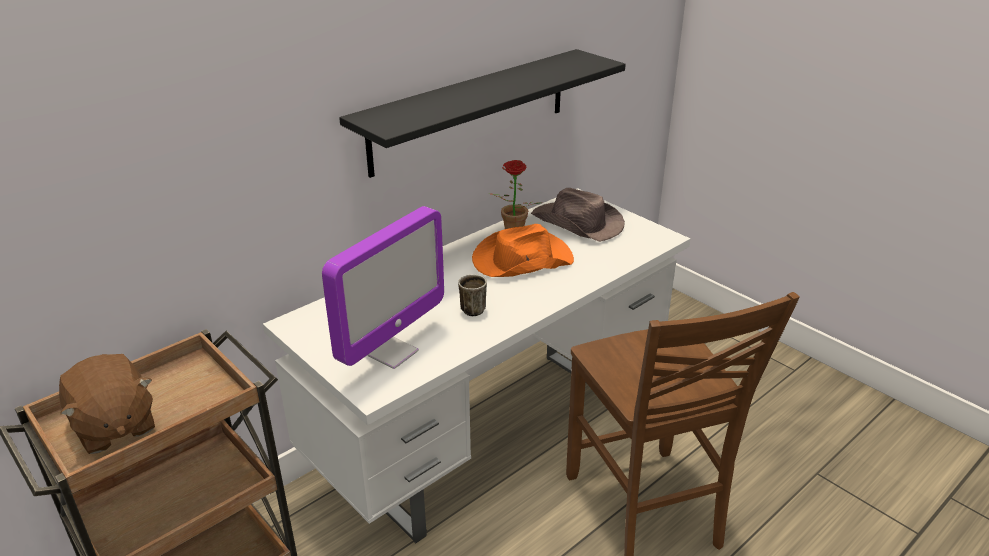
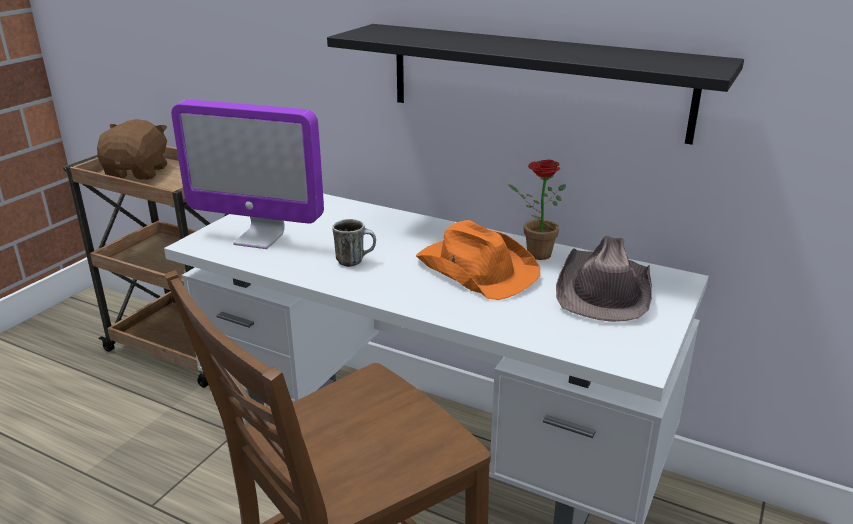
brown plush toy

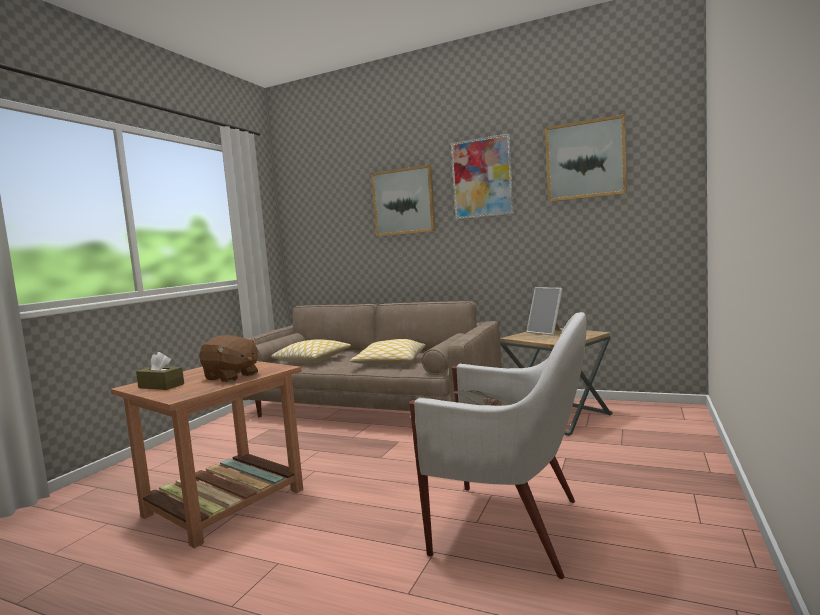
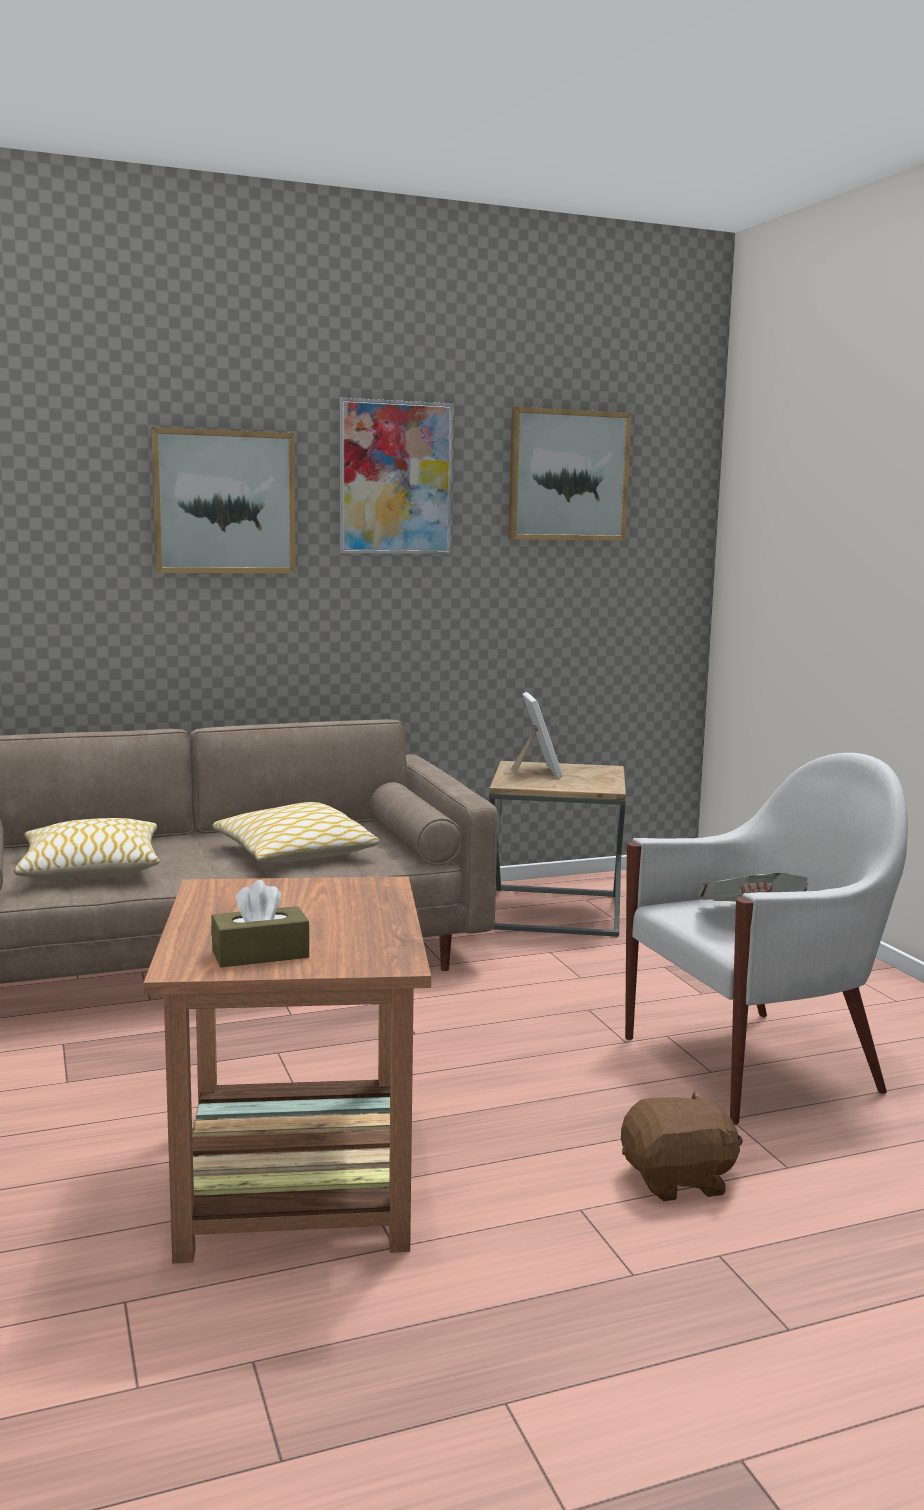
picture frame
brown plush toy

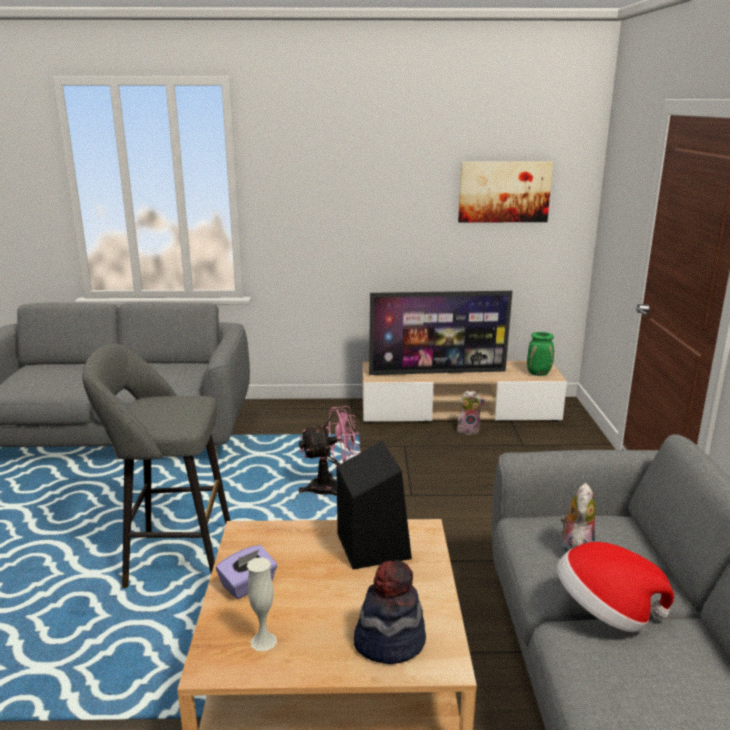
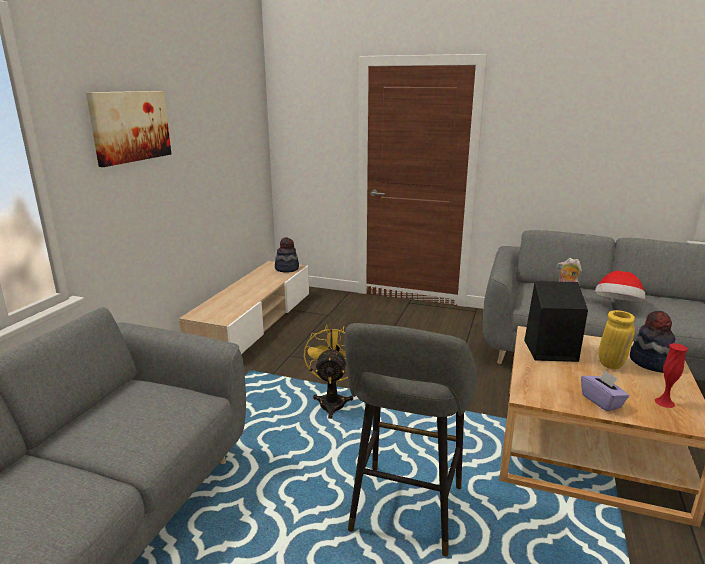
picture
hat (no. 1 from left)
yellow fan
yellow vase
red vase
television
plush toy (no. 1 from left in the first image)

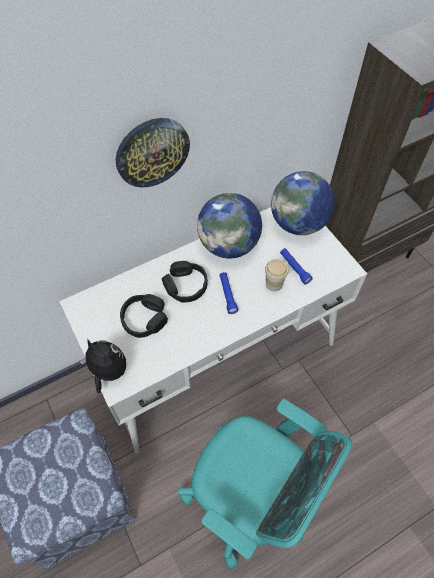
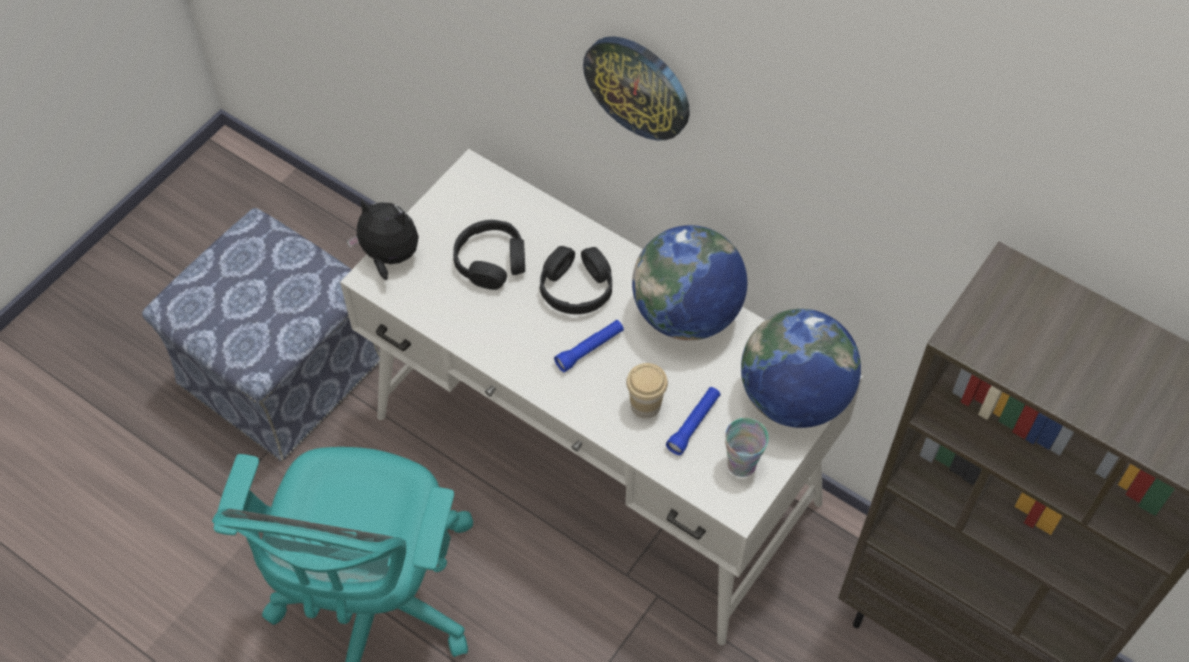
plush toy
cup (no. 2 from left)

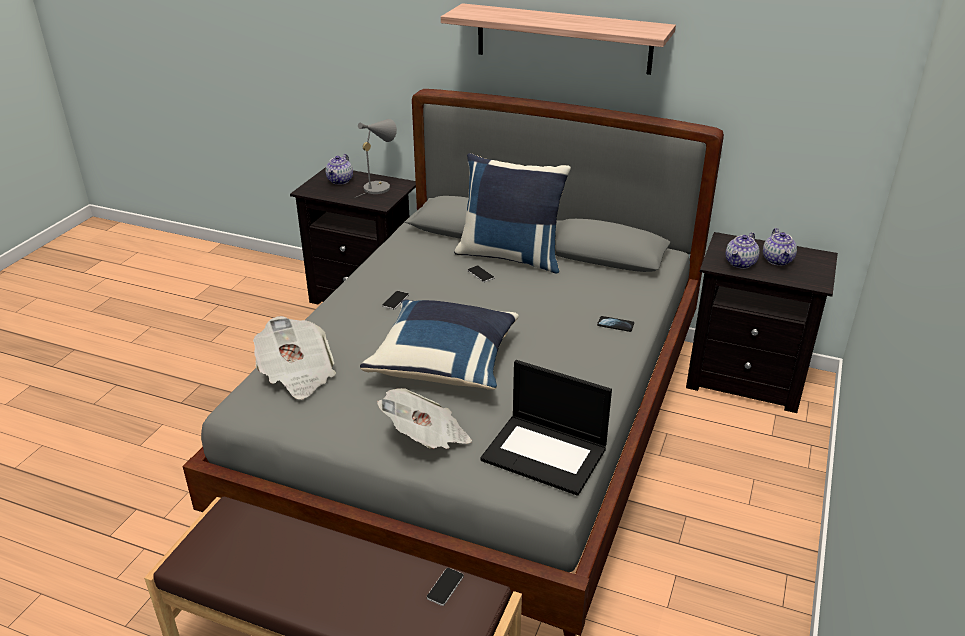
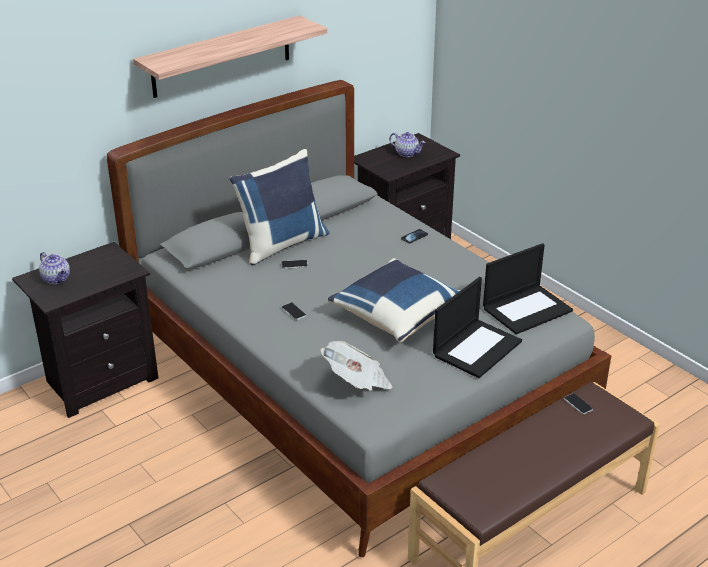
laptop (no. 1 from left)
grey table lamp
teapot (no. 2 from left in the first image)

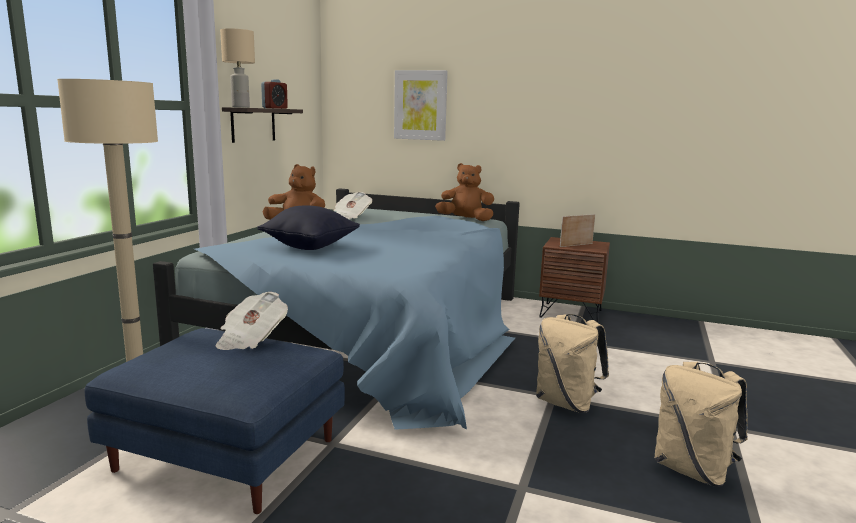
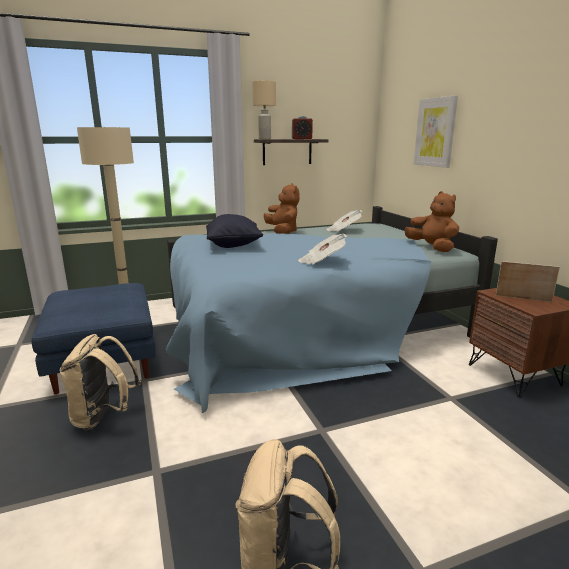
beige backpack (no. 1 from left)
newspaper (no. 1 from left)

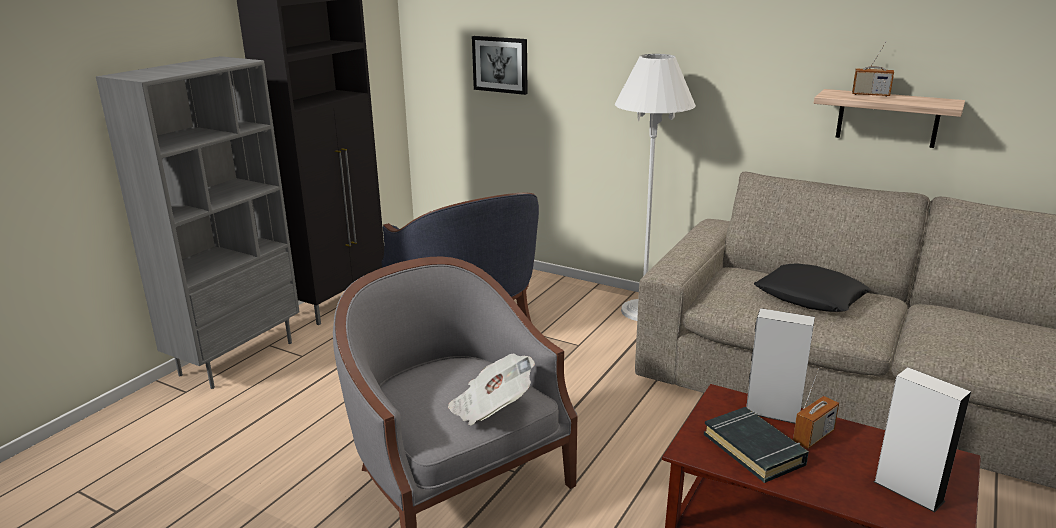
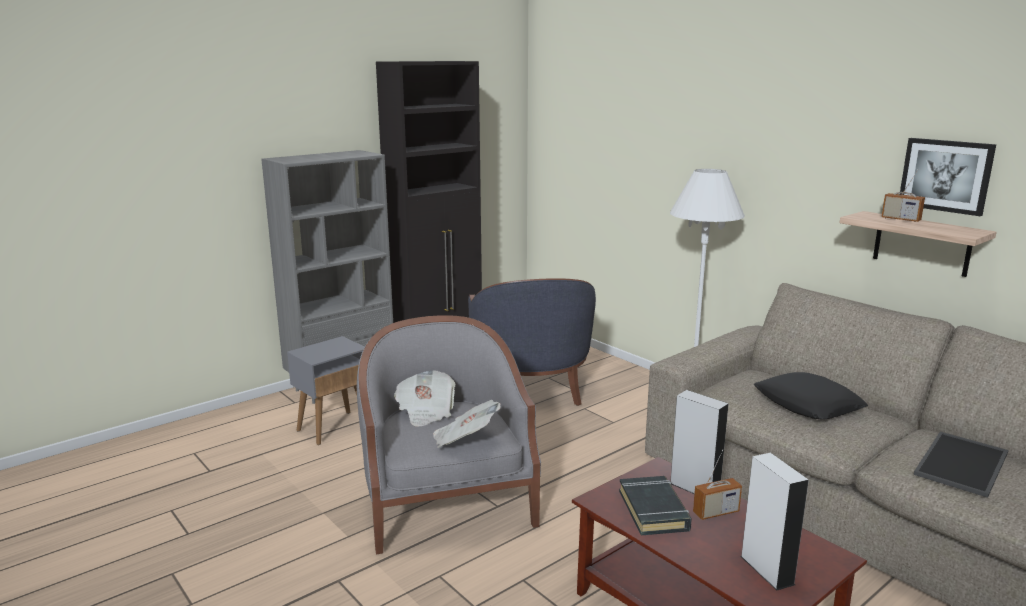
grey side table
newspaper (no. 1 from left)
picture
tray

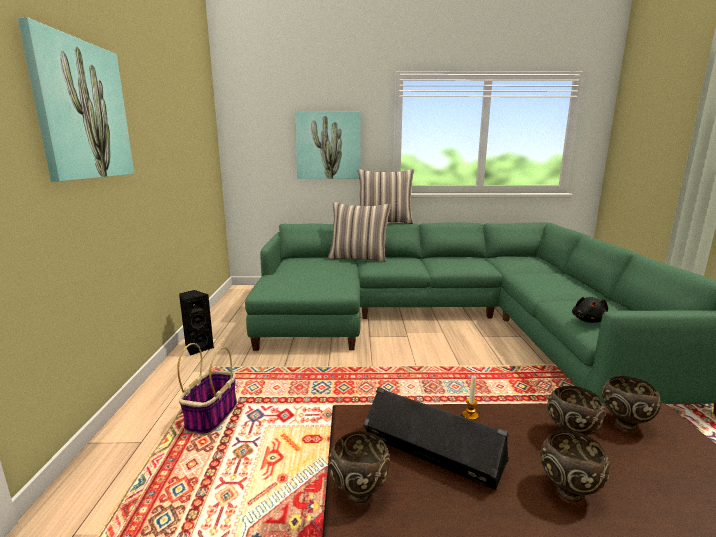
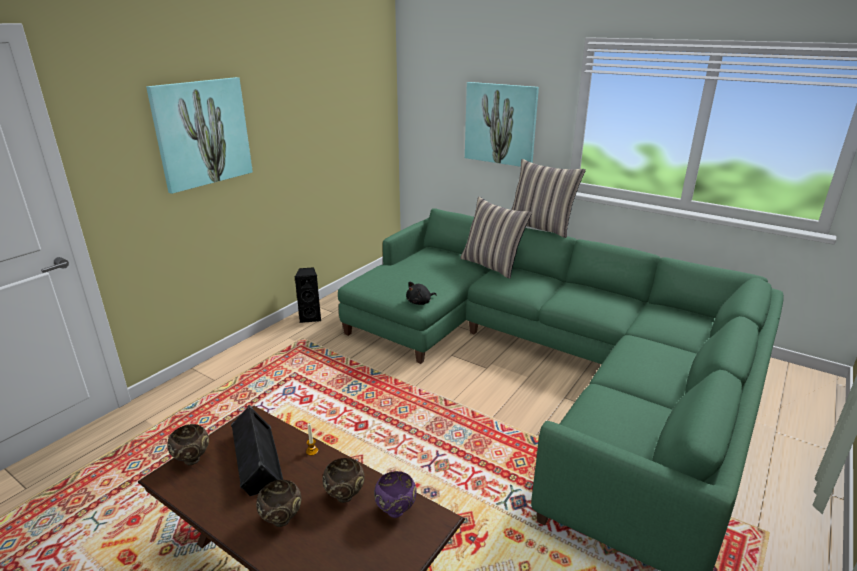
purple bowl
black plush toy
basket

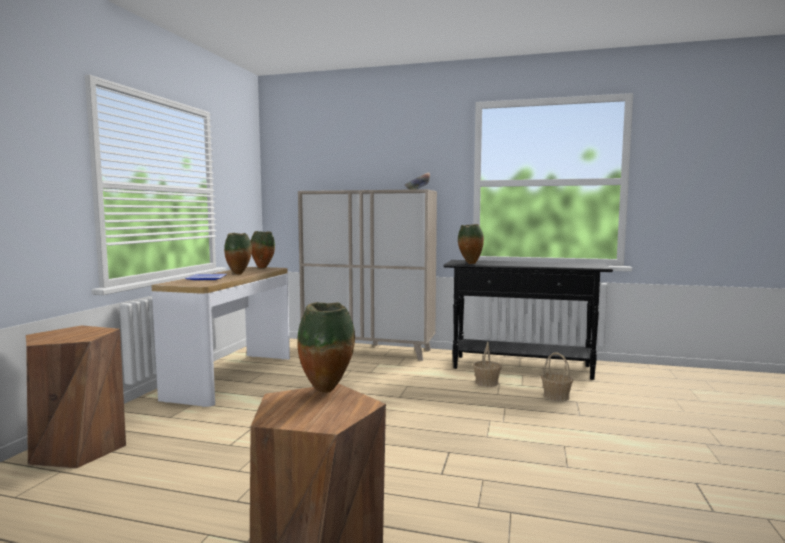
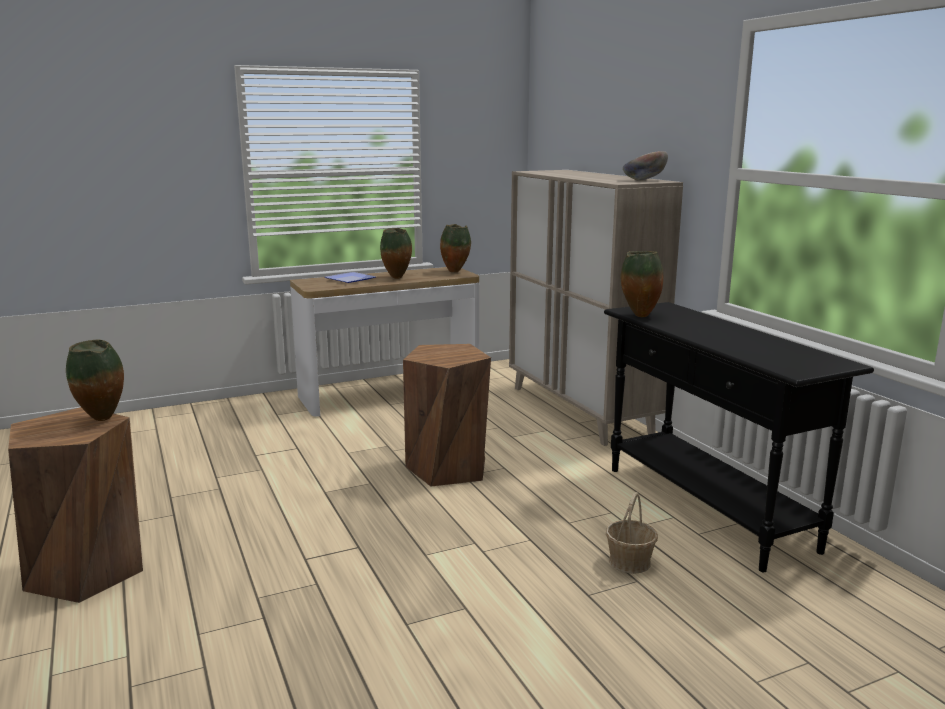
brown stool (no. 2 from left)
basket (no. 1 from left in the first image)

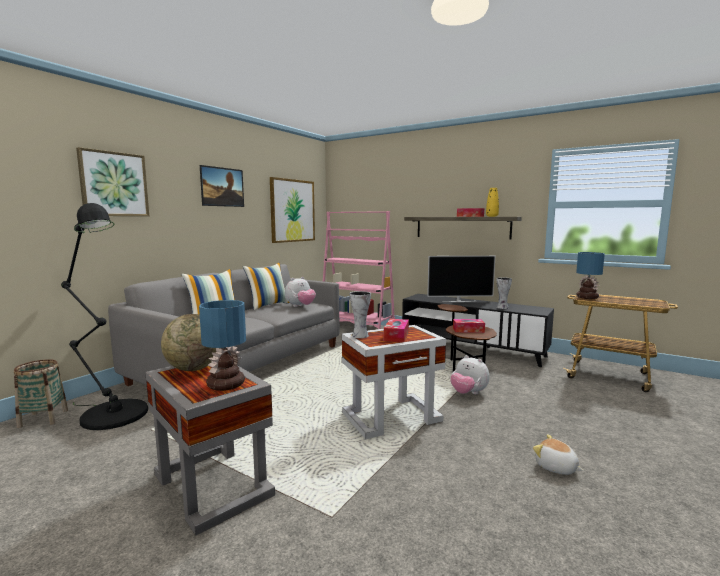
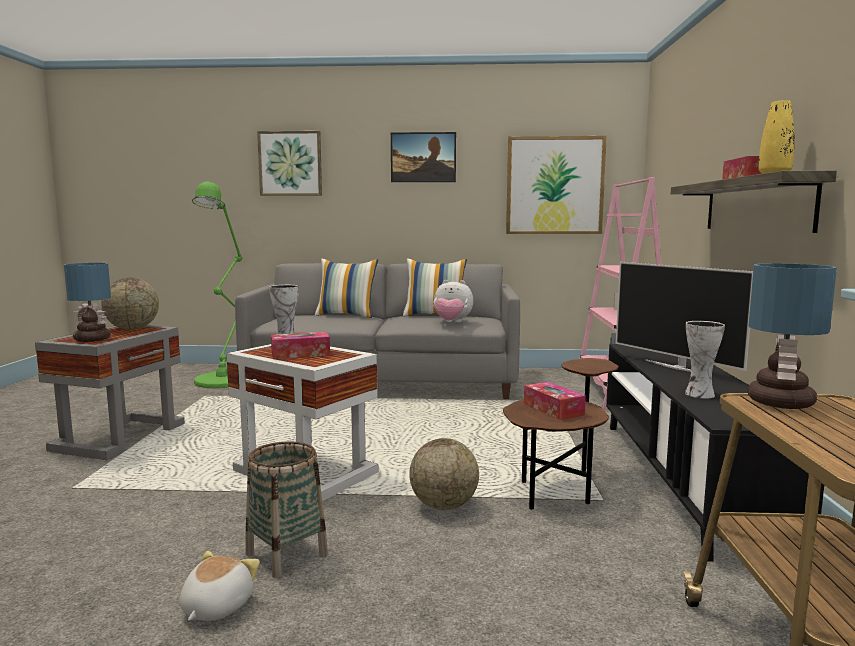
green floor lamp
basket
globe (no. 2 from left)

